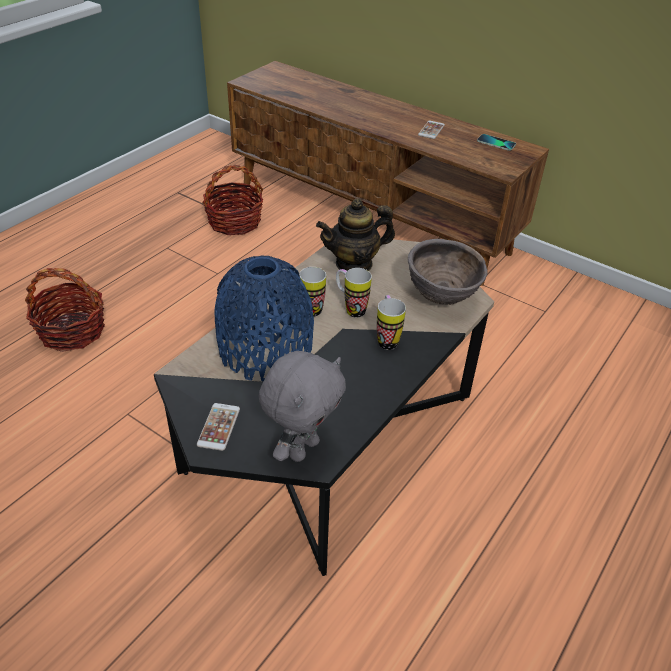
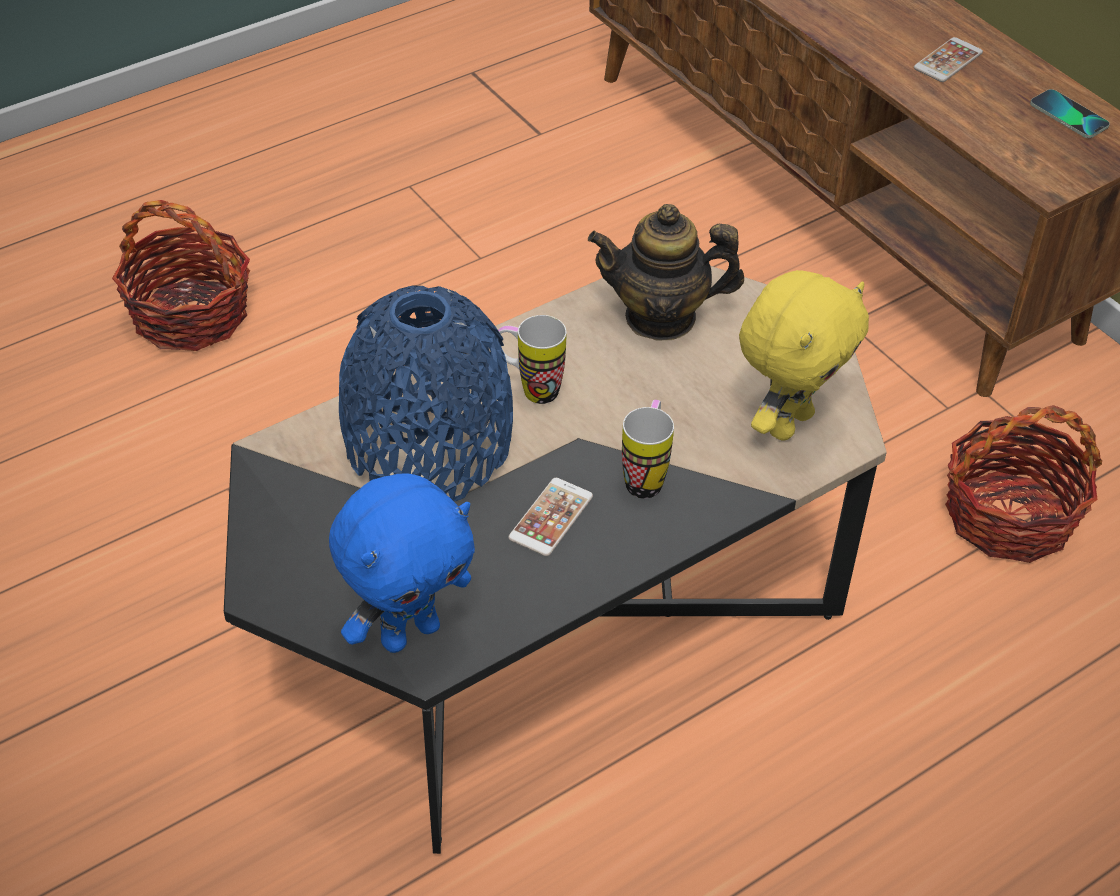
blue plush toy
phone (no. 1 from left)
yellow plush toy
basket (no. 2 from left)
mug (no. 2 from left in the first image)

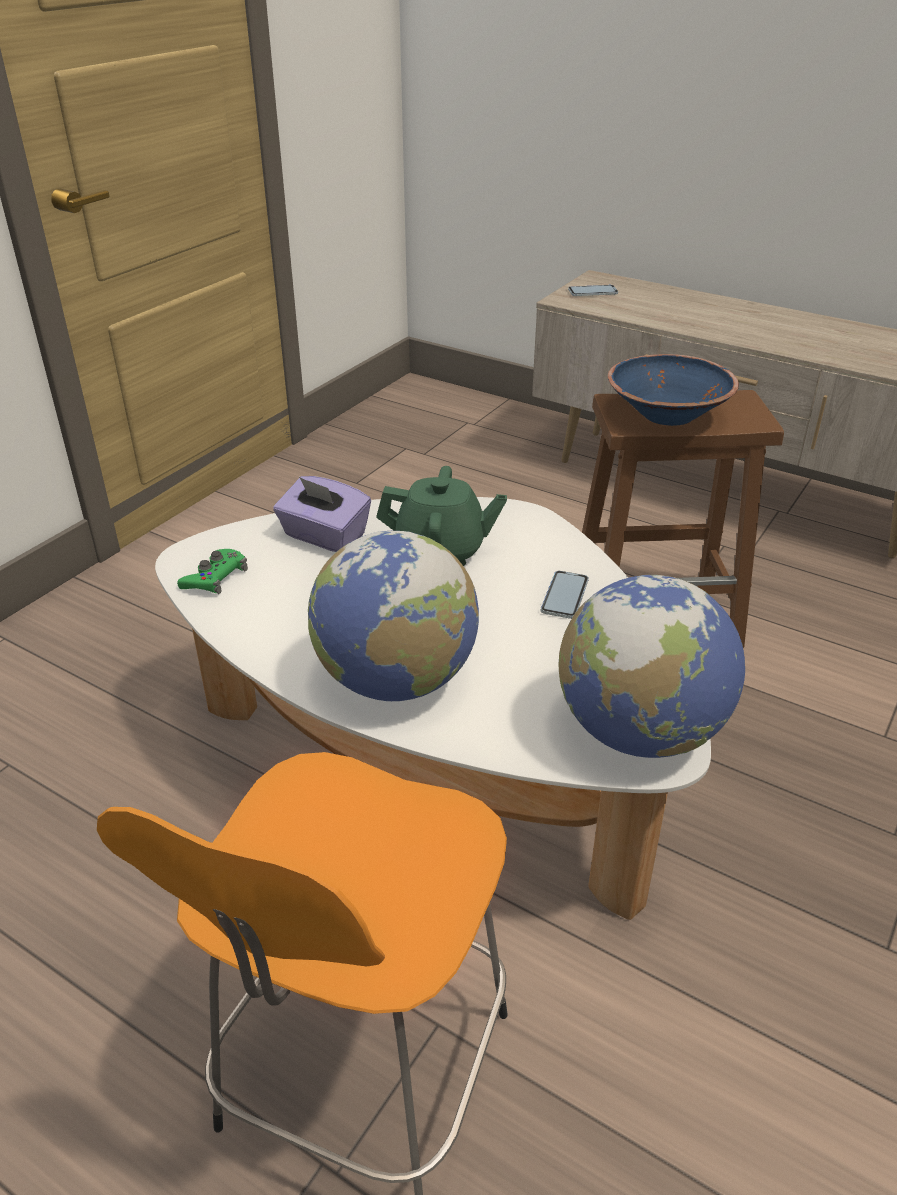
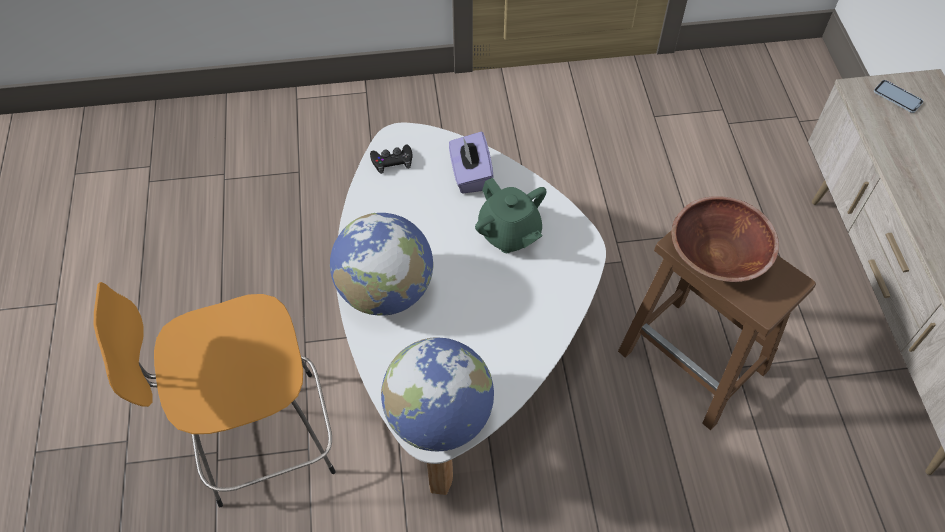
black game controller
brown bowl
phone (no. 1 from left in the first image)

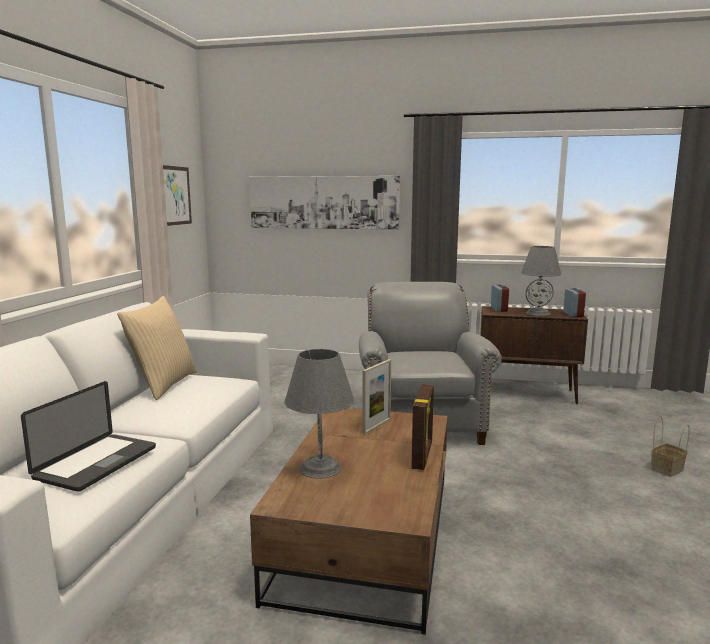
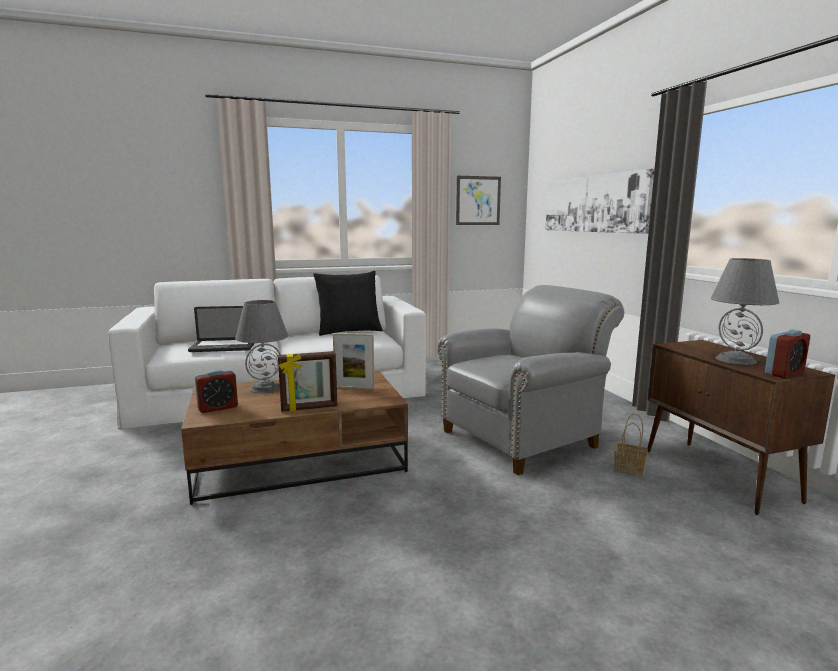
alarm clock (no. 1 from left)
black pillow
basket

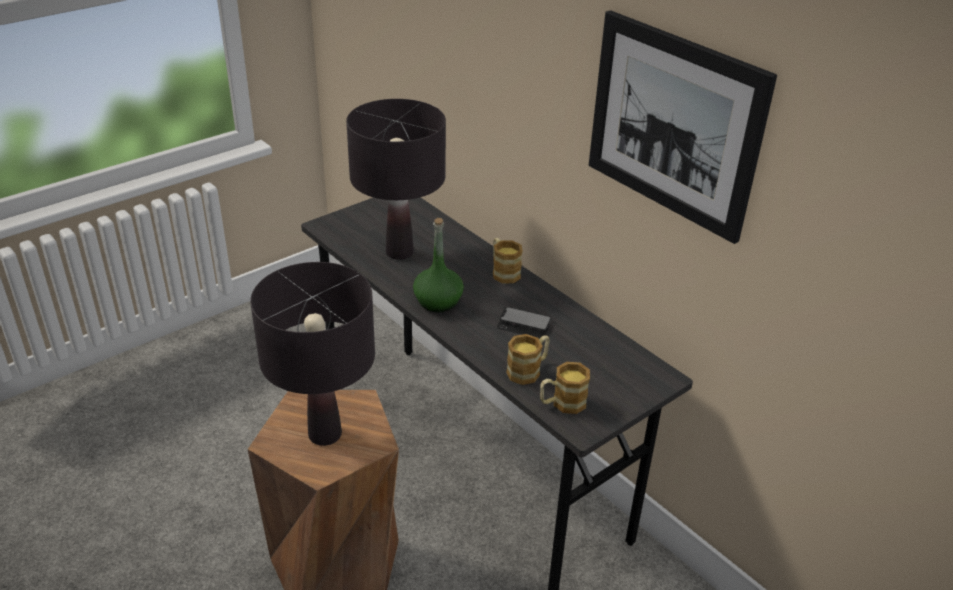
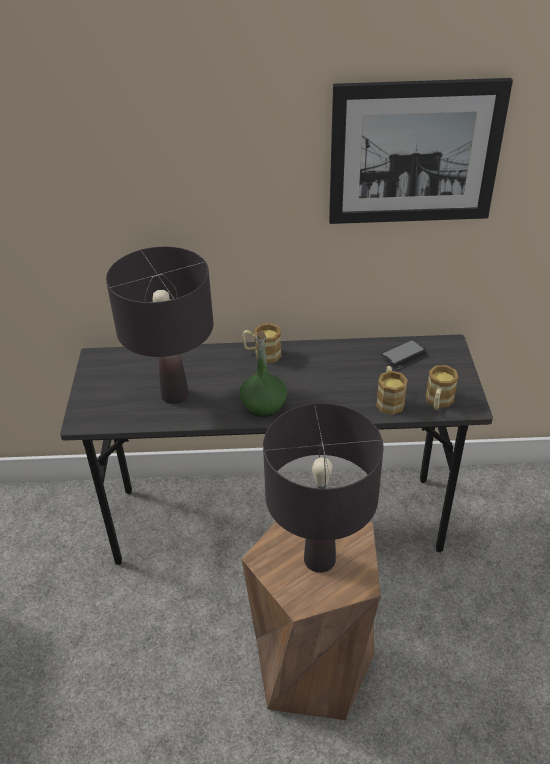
phone

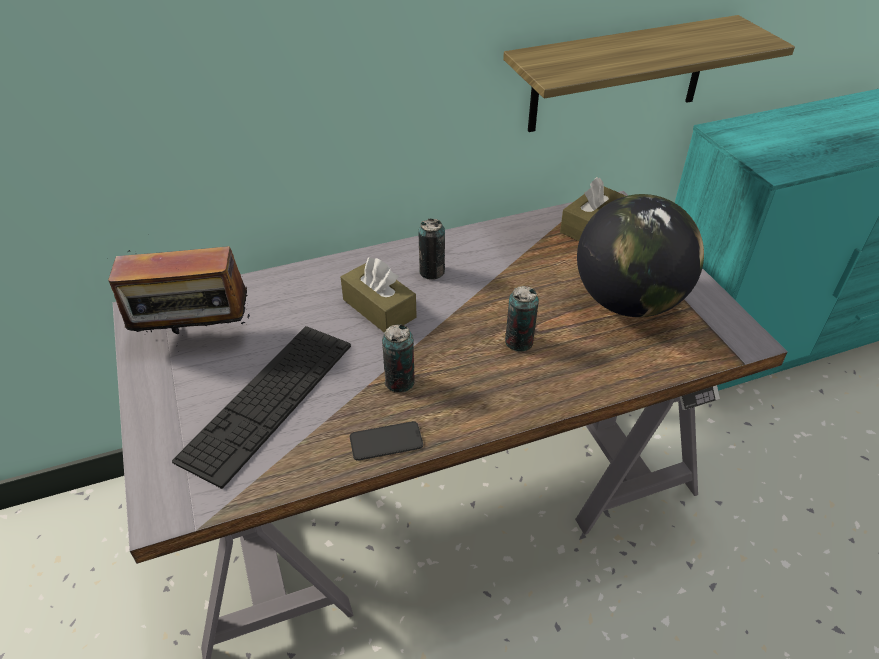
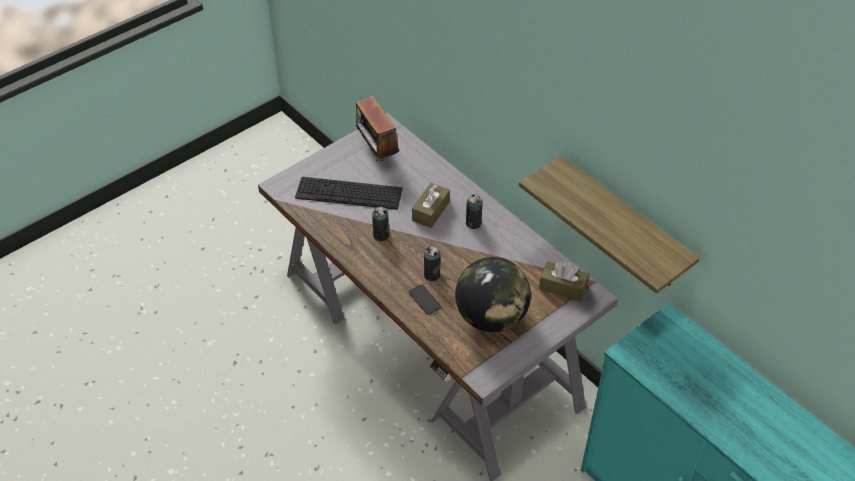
phone

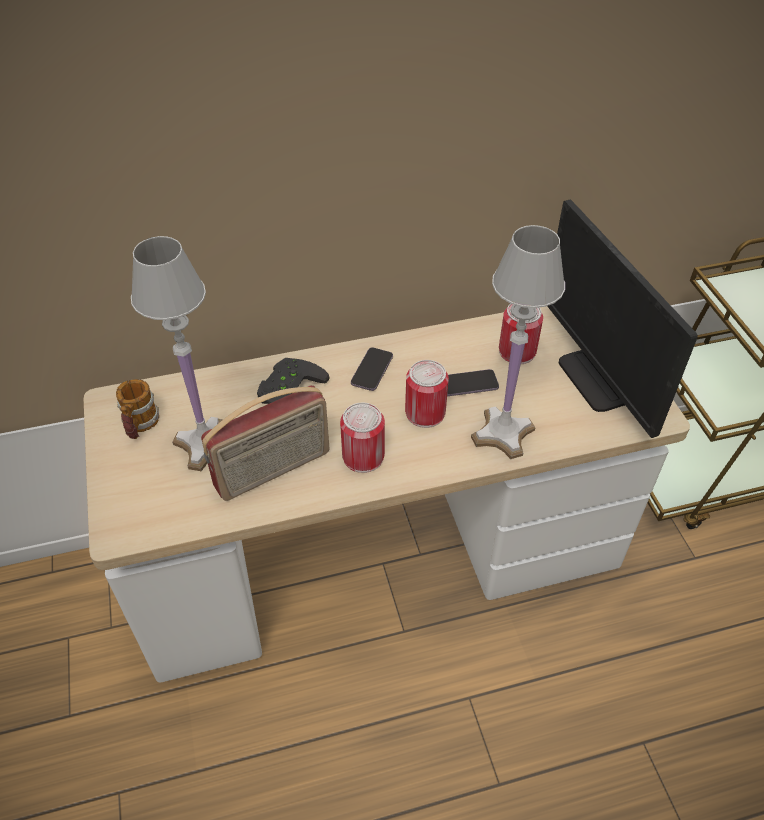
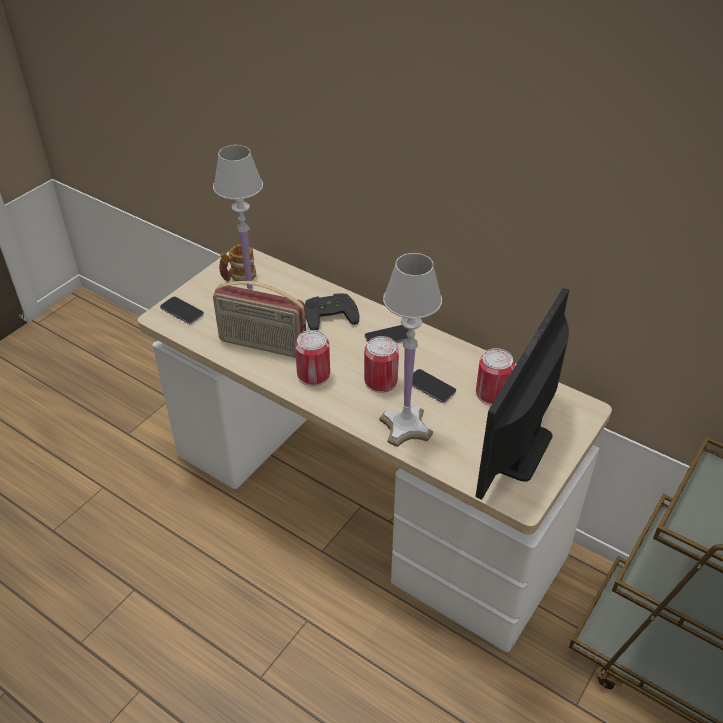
phone (no. 1 from left)

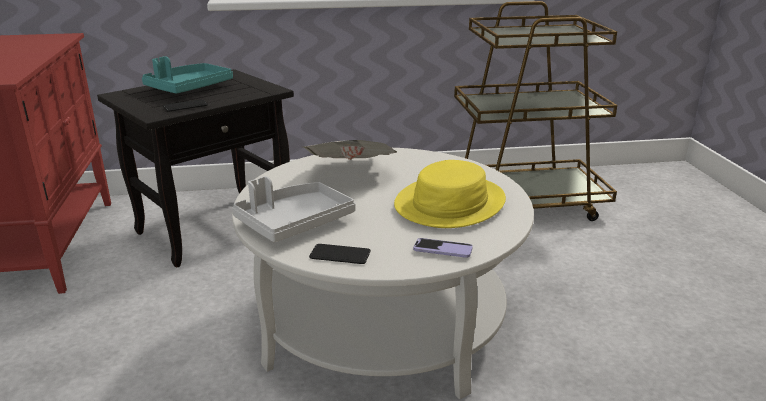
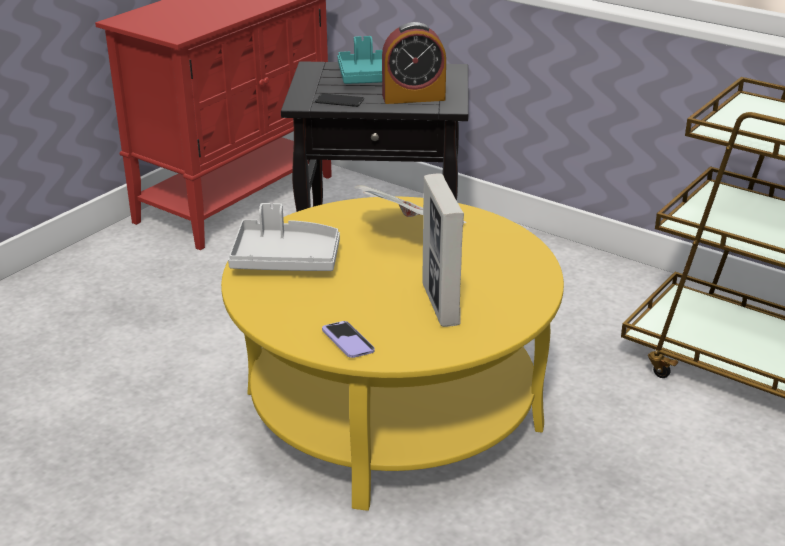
yellow coffee table
alarm clock
picture frame
phone (no. 2 from left in the first image)

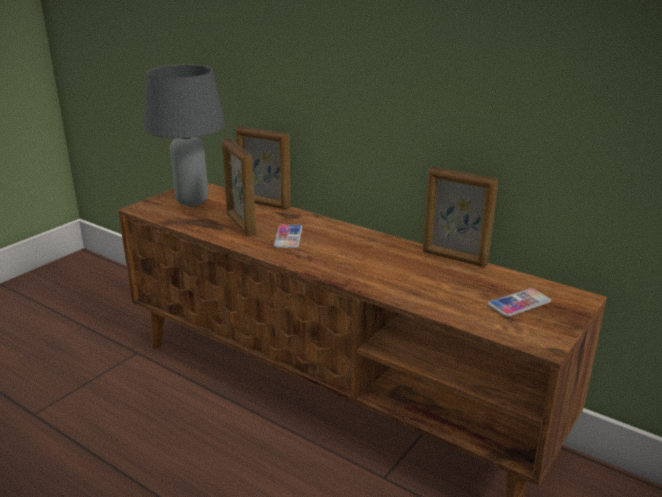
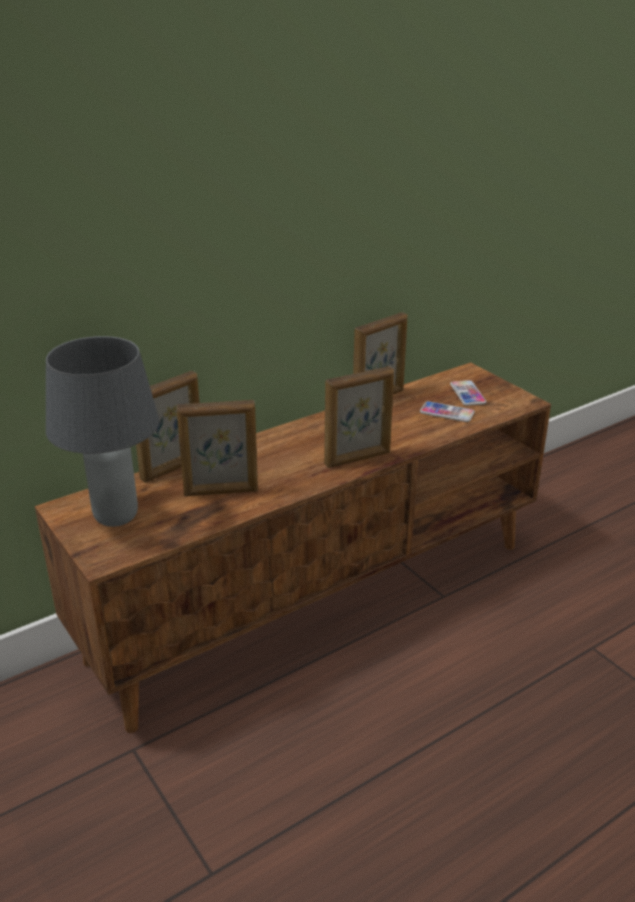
picture frame (no. 3 from left)
phone (no. 1 from left)

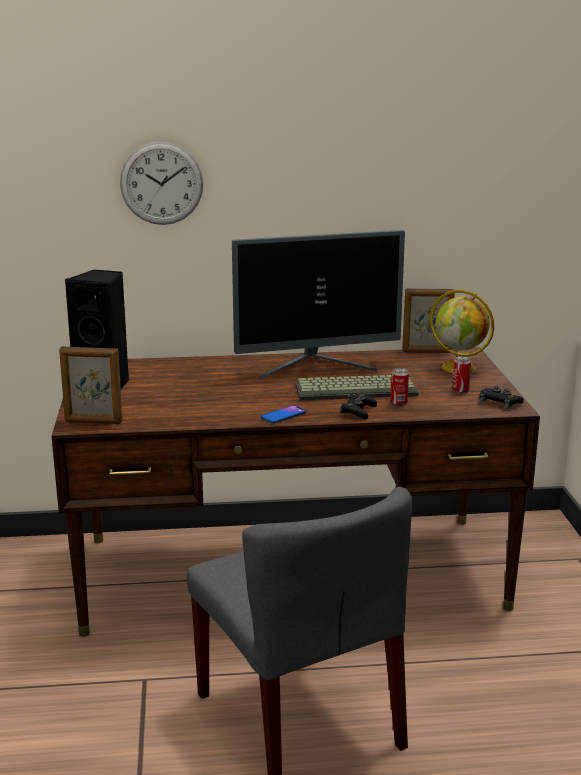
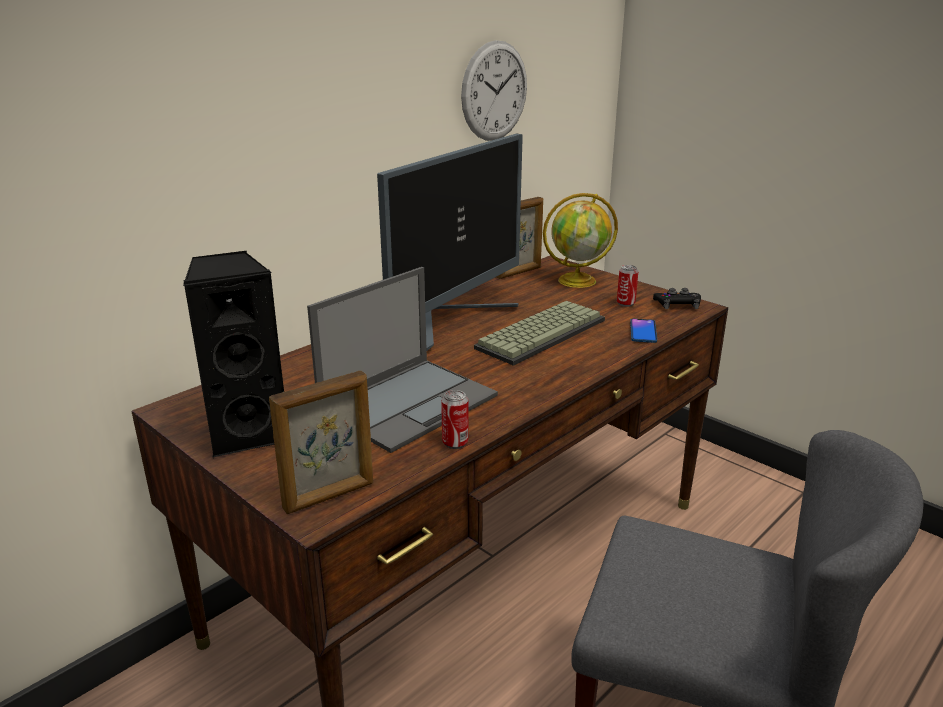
laptop
can (no. 1 from left)
wall clock
phone
black game controller (no. 1 from left in the first image)

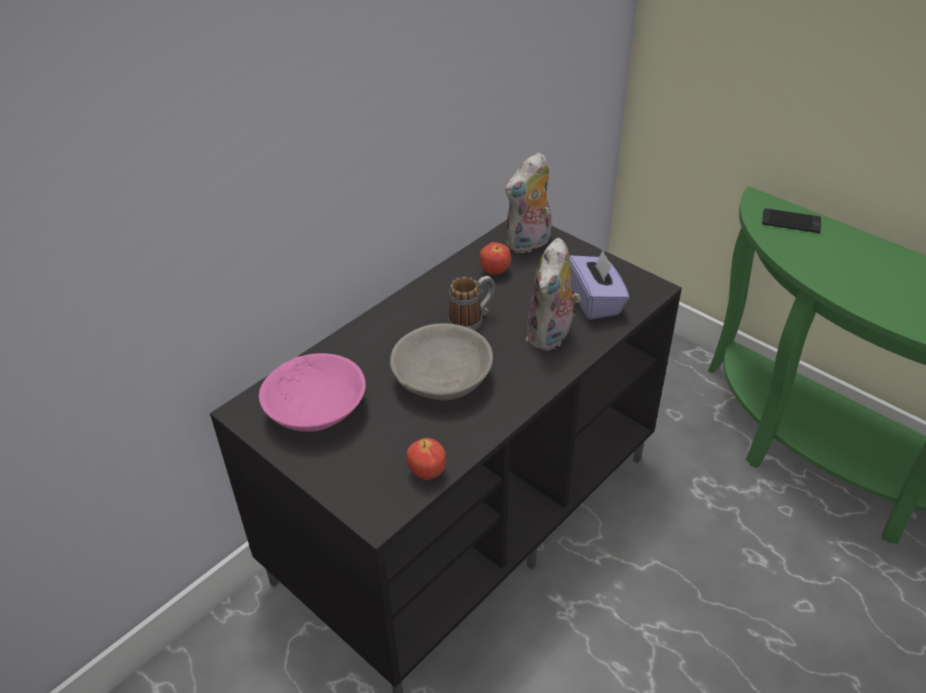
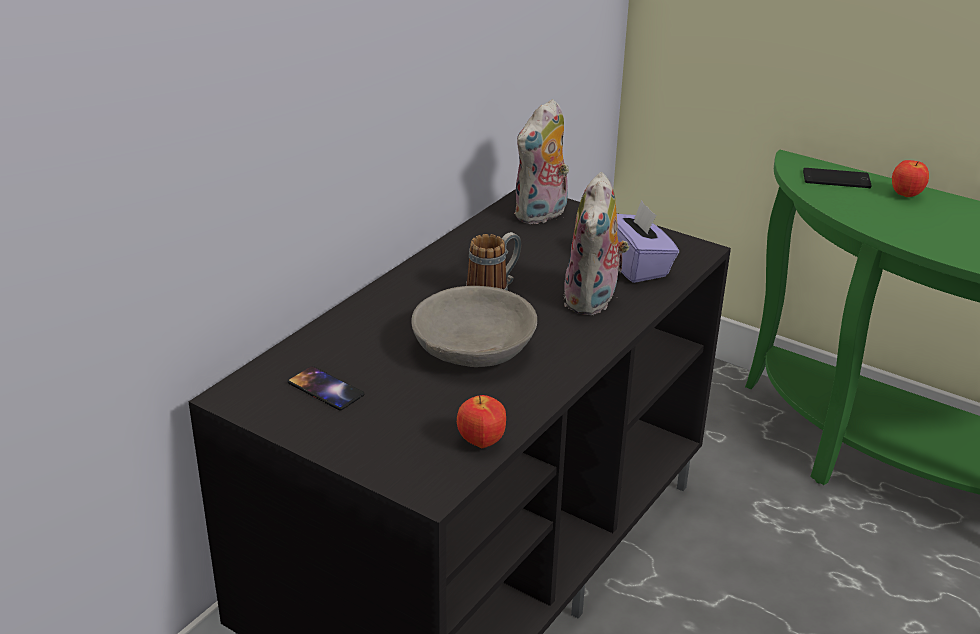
phone (no. 1 from left)
apple (no. 2 from left)

